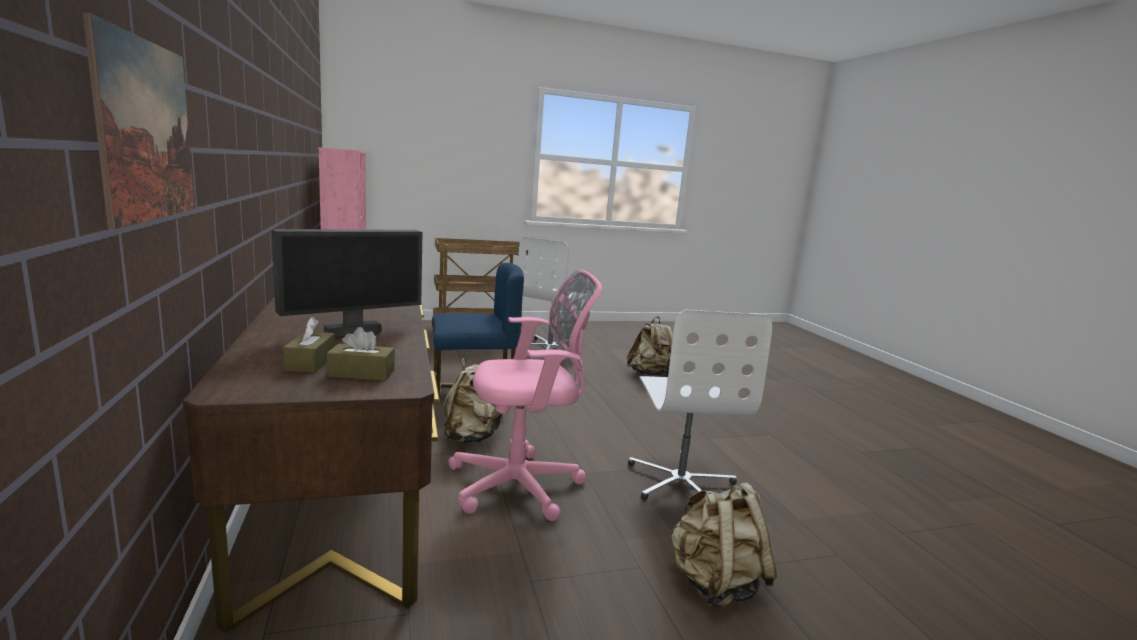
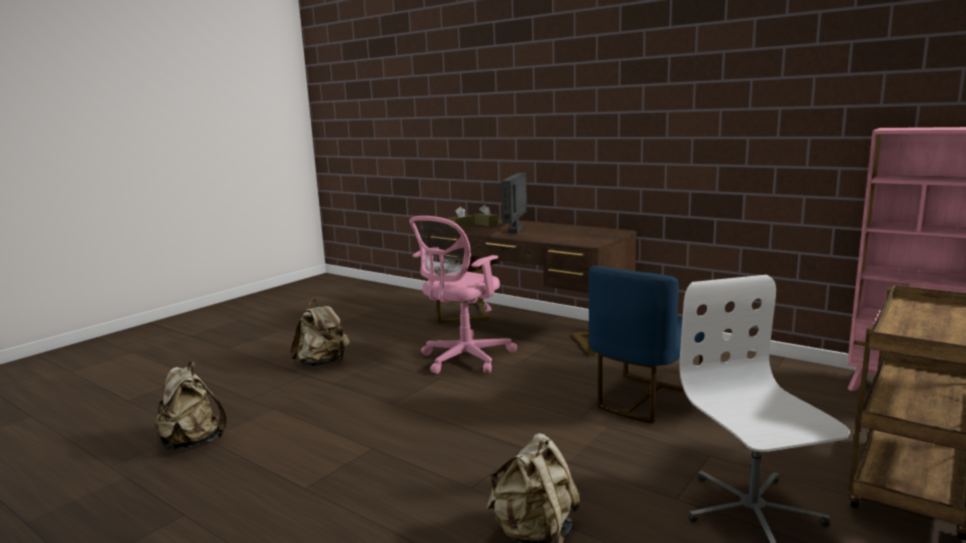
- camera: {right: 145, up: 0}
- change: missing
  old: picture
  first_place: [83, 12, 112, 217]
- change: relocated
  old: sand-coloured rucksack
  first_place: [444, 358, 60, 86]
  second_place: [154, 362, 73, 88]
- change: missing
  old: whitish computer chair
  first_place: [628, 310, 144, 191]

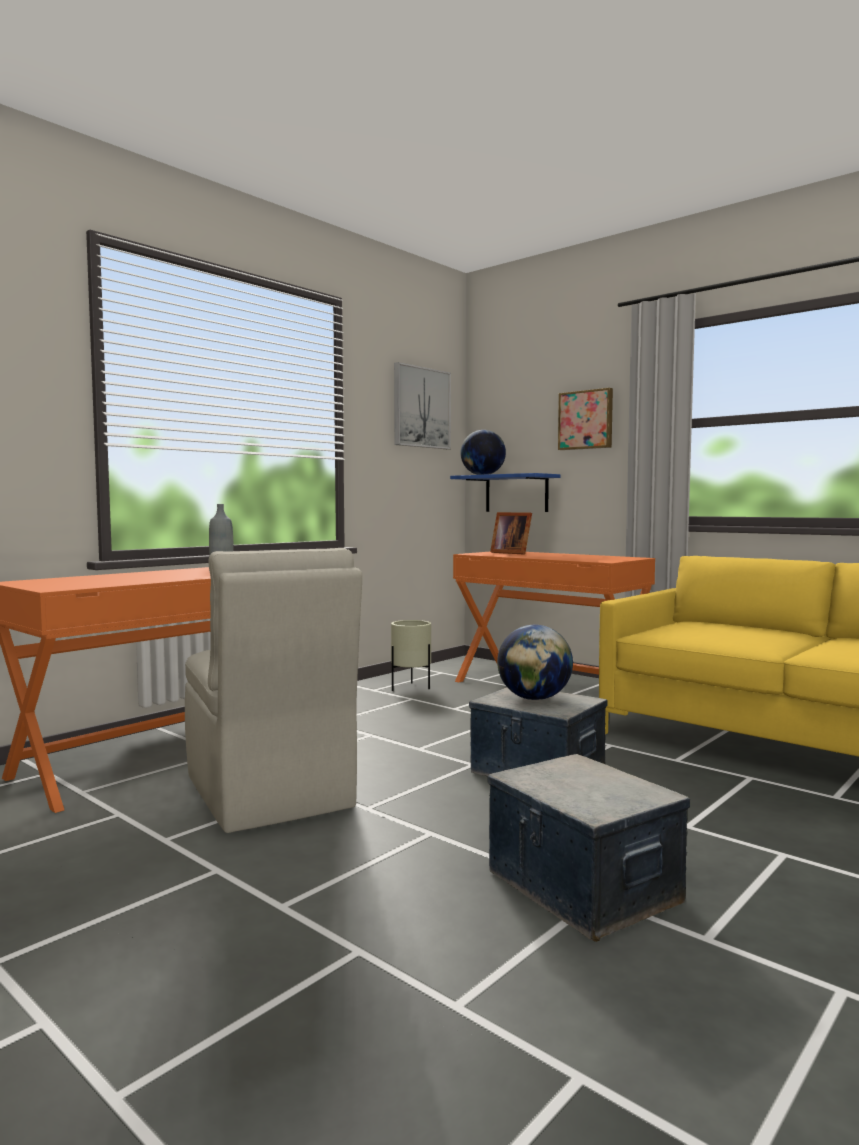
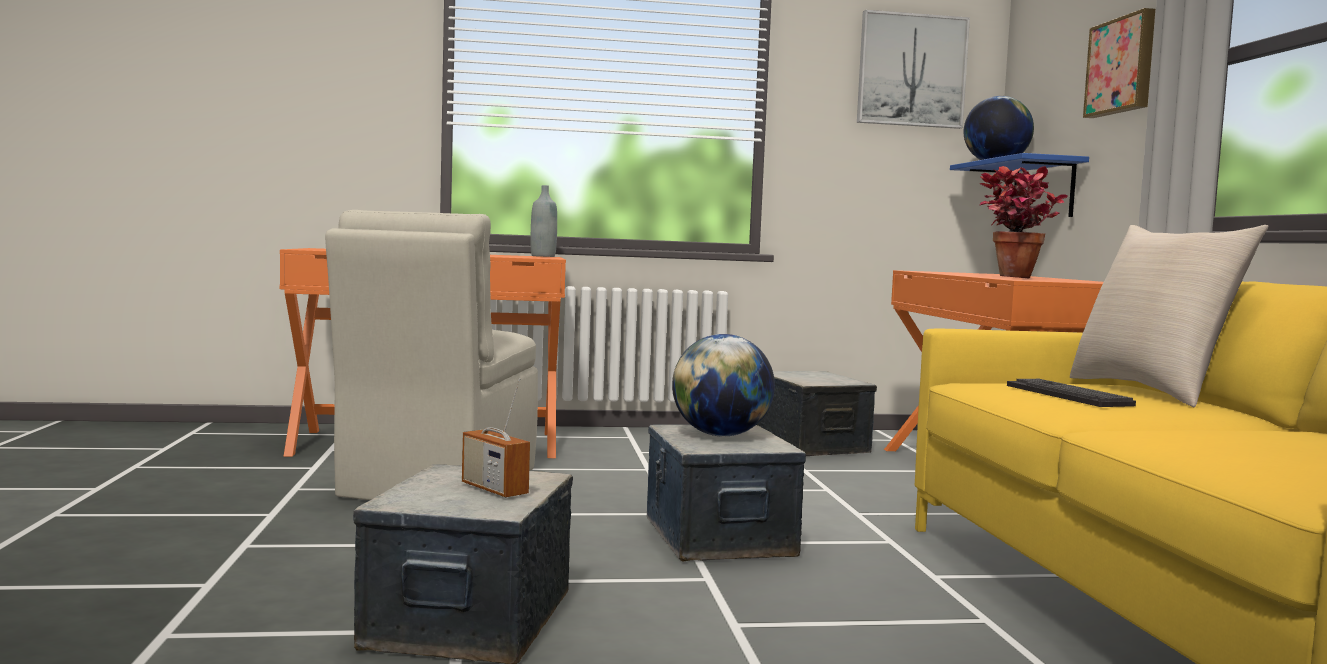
- camera: {right: 40, up: 0}
- change: exchanged
  old: sand-coloured planter
  new: storage container
  first_place: [391, 620, 40, 71]
  second_place: [757, 371, 120, 85]
- change: missing
  old: picture frame
  first_place: [490, 512, 42, 43]
- change: appeared
  new: radio set
  second_place: [462, 378, 68, 120]
- change: appeared
  new: potted plant
  second_place: [979, 166, 89, 113]
- change: appeared
  new: PC keyboard
  second_place: [1007, 379, 129, 28]
- change: appeared
  new: sand-coloured throw pillow
  second_place: [1070, 225, 198, 182]

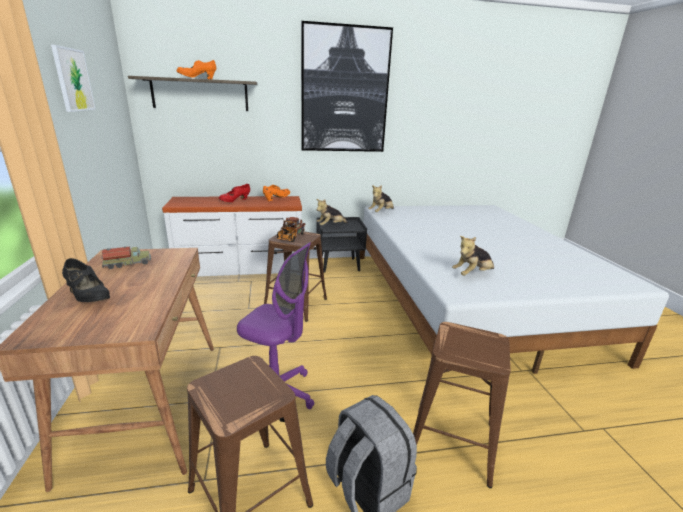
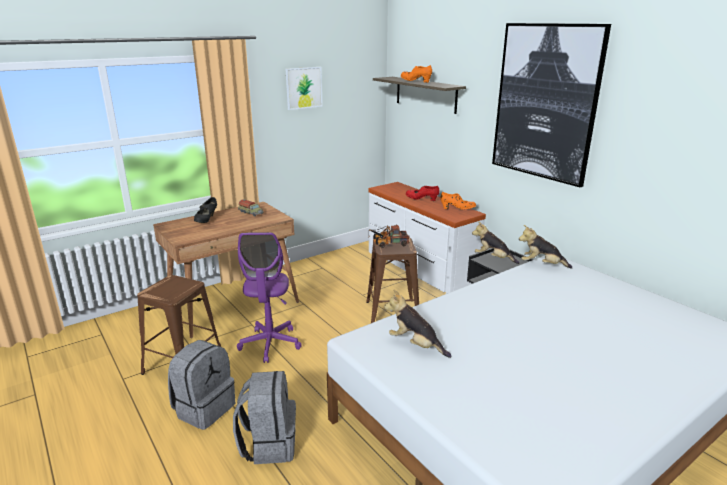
- camera: {right: 65, up: 0}
- change: exchanged
  old: brown-coloured sitting stool
  new: grey rucksack
  first_place: [413, 322, 98, 166]
  second_place: [233, 371, 63, 93]

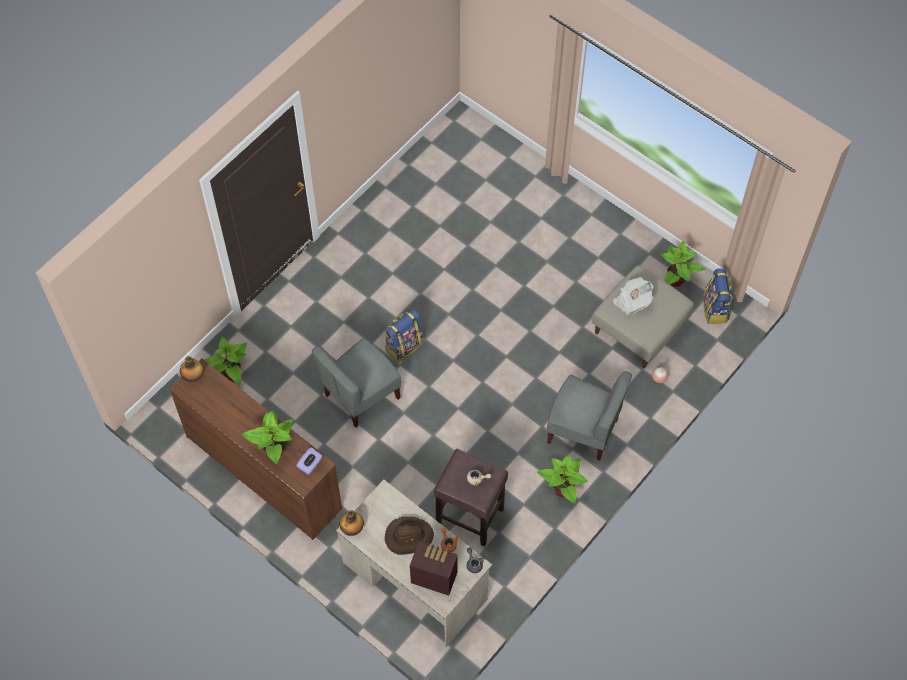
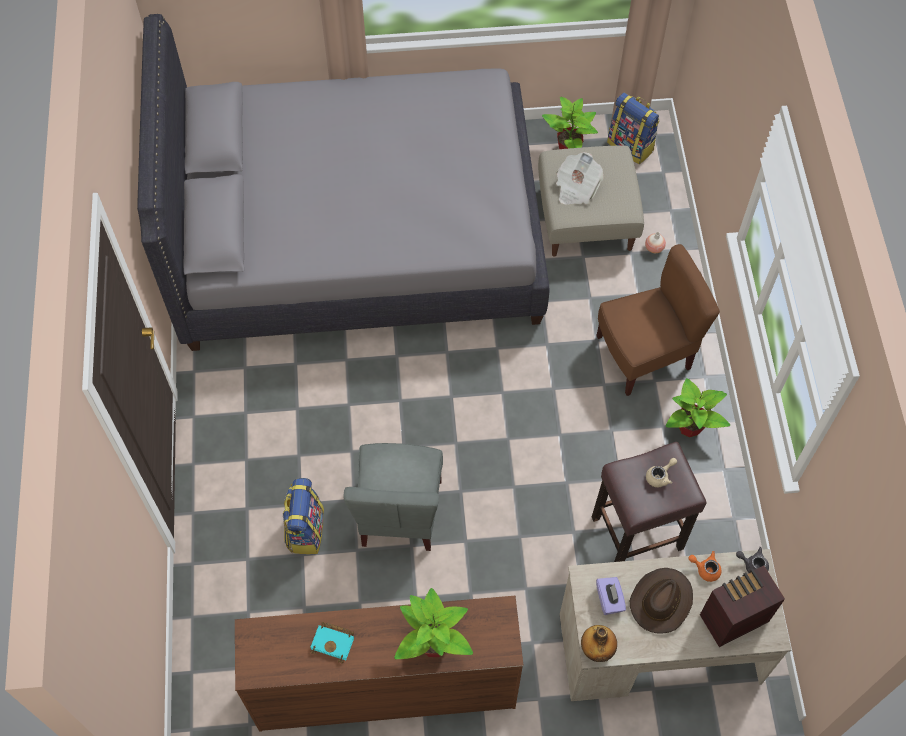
- camera: {right: -45, up: 0}
- change: missing
  old: drink bottle
  first_place: [180, 356, 24, 26]
- change: missing
  old: potted plant
  first_place: [204, 337, 43, 47]
- change: relocated
  old: purple-coloured box of tissues
  first_place: [296, 447, 27, 28]
  second_place: [596, 577, 30, 38]
- change: relocated
  old: rucksack
  first_place: [385, 310, 38, 53]
  second_place: [283, 478, 41, 76]
- change: colour
  old: grey chair
  new: brown-coloured chair
  first_place: [547, 371, 85, 90]
  second_place: [596, 244, 124, 152]
- change: appeared
  new: grey bedroom bed
  second_place: [137, 14, 413, 337]
- change: appeared
  new: blue-green book
  second_place: [310, 622, 44, 41]

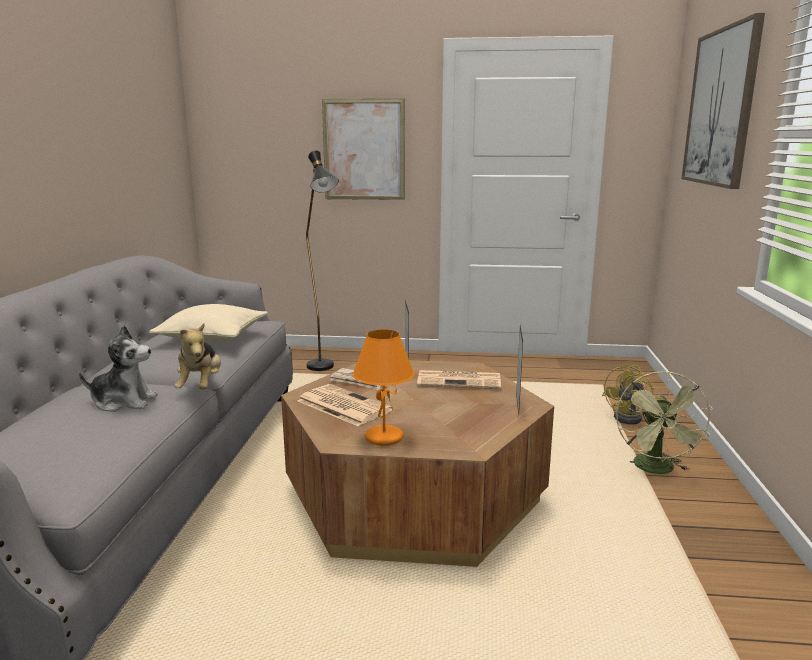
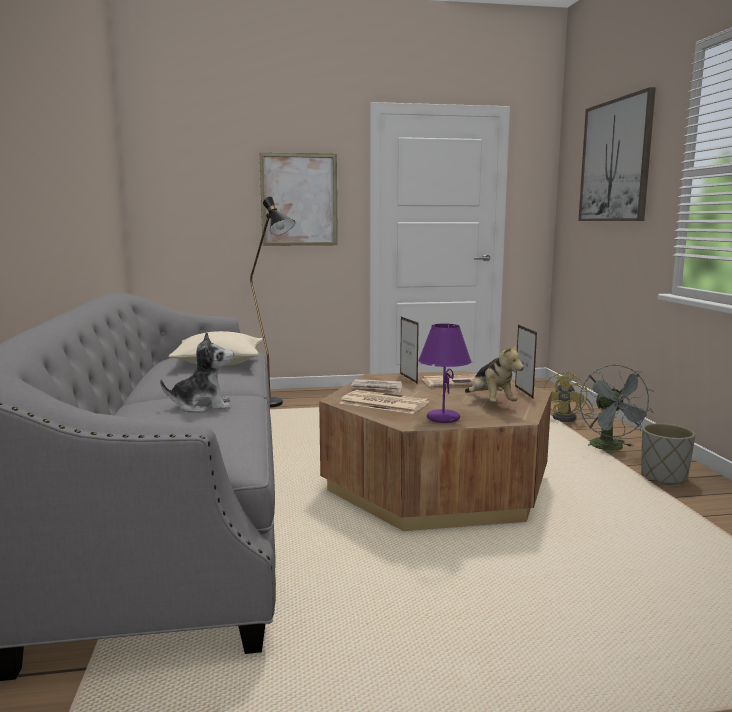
- camera: {right: -15, up: -5}
- change: relocated
  old: plush toy
  first_place: [175, 323, 46, 66]
  second_place: [465, 344, 59, 58]
- change: colour
  old: orange lamp for a table
  new: purple-coloured lamp for a table
  first_place: [352, 329, 63, 117]
  second_place: [418, 324, 54, 99]
- change: colour
  old: green-coloured cooling fan
  new: grey cooling fan
  first_place: [616, 371, 97, 103]
  second_place: [579, 364, 75, 86]
- change: appeared
  new: grey planter
  second_place: [641, 423, 54, 62]

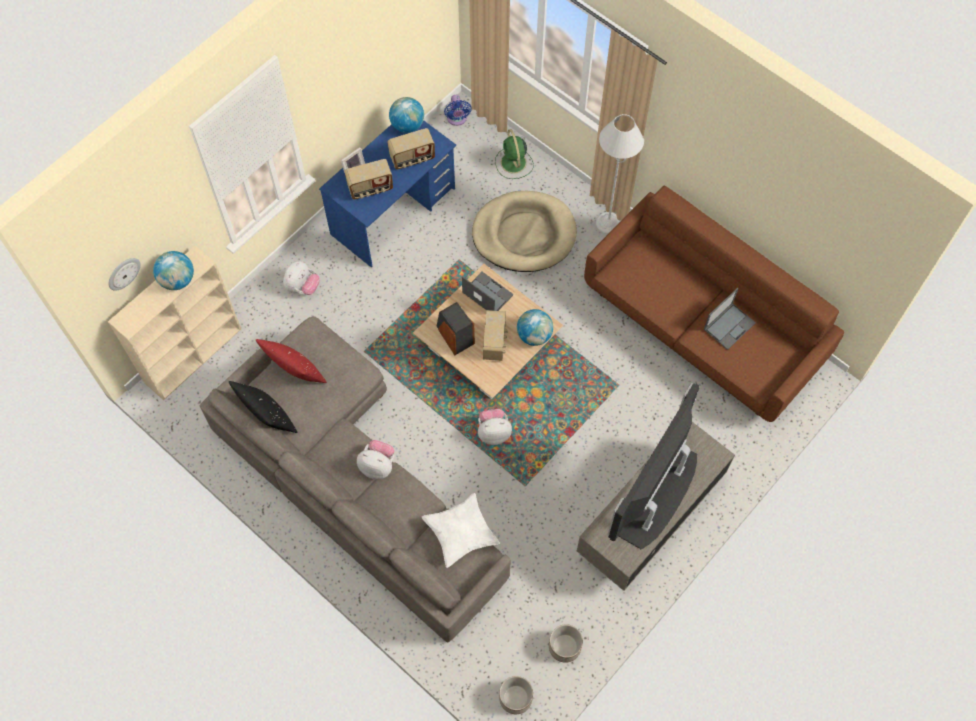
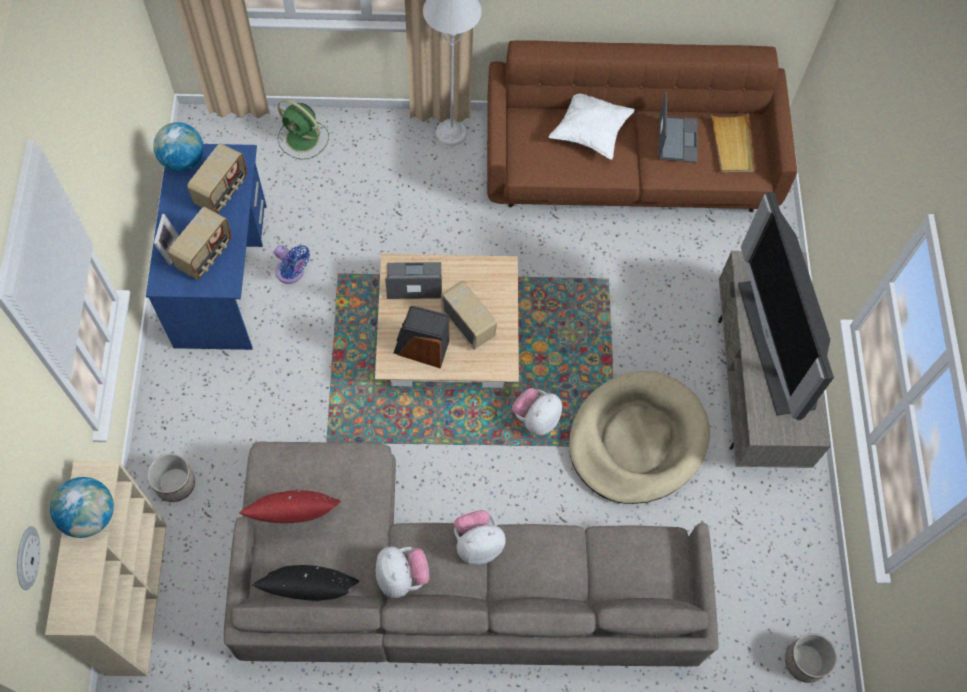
- camera: {right: -45, up: 0}
- change: relocated
  old: plush toy
  first_place: [283, 261, 37, 34]
  second_place: [376, 547, 54, 51]
- change: relocated
  old: whitish throw pillow
  first_place: [421, 493, 79, 75]
  second_place: [549, 94, 86, 66]
- change: relocated
  old: blue-coloured cooling fan
  first_place: [444, 95, 28, 31]
  second_place: [274, 245, 36, 39]
- change: relocated
  old: sand-coloured pet bed
  first_place: [472, 191, 105, 81]
  second_place: [569, 371, 141, 133]
- change: missing
  old: desk globe
  first_place: [517, 309, 36, 37]
- change: relocated
  old: planter
  first_place: [549, 624, 34, 39]
  second_place: [148, 454, 47, 48]
- change: appeared
  new: sand-coloured carrying tray
  second_place: [711, 113, 44, 59]

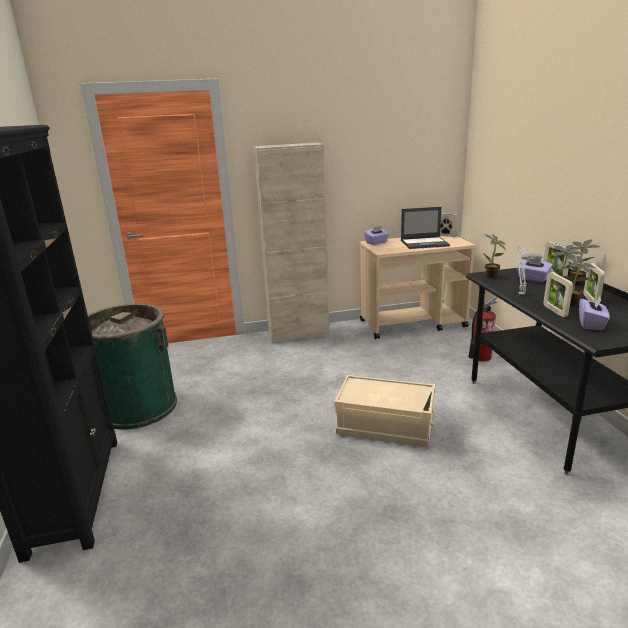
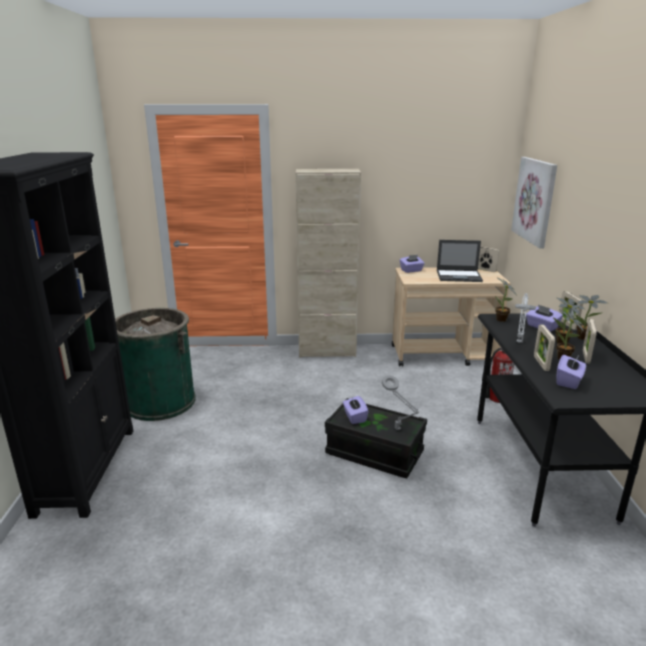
- camera: {right: 10, up: 0}
- change: colour
  old: sand-coloured storage container
  new: black storage container
  first_place: [334, 375, 101, 72]
  second_place: [325, 398, 102, 80]
- change: appeared
  new: purple-coloured box of tissues
  second_place: [343, 396, 26, 28]
- change: appeared
  new: grey lamp for a table
  second_place: [382, 376, 37, 54]
- change: appeared
  new: picture
  second_place: [511, 157, 46, 92]

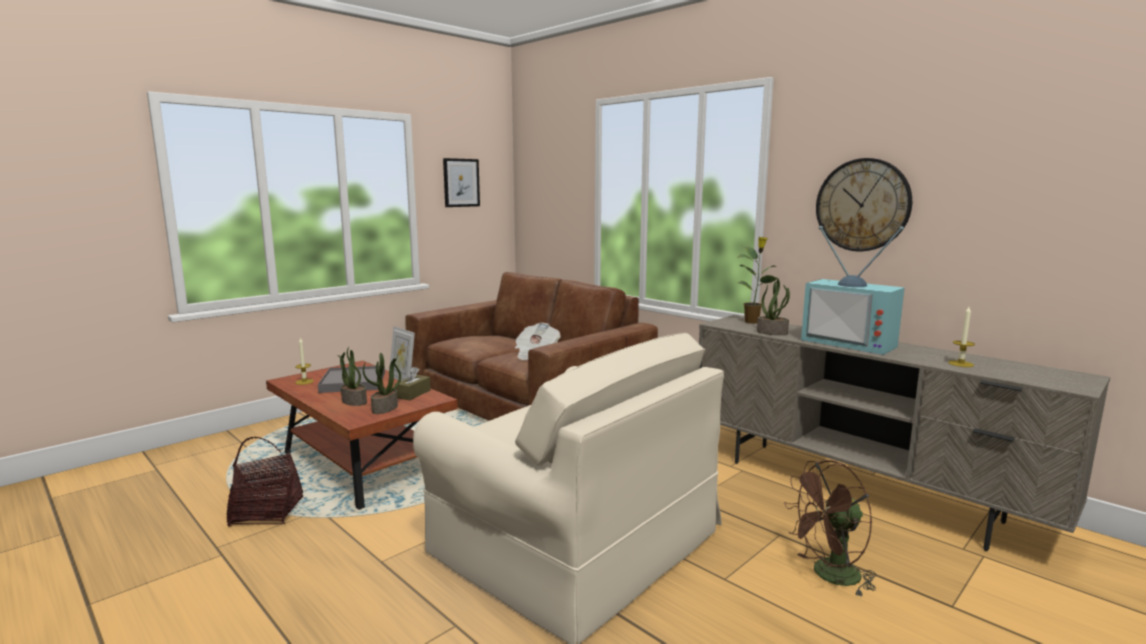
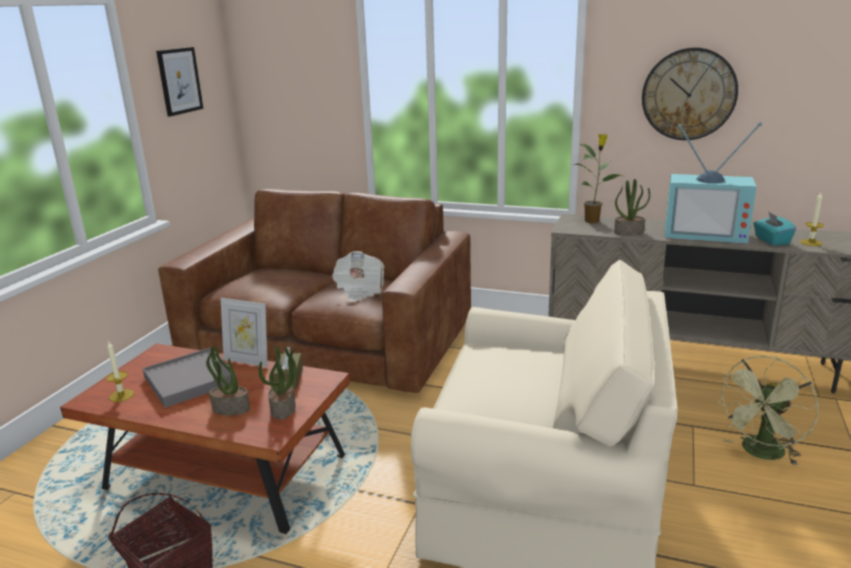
- camera: {right: -25, up: 10}
- change: colour
  old: brown-coloured cooling fan
  new: green-coloured cooling fan
  first_place: [784, 460, 92, 137]
  second_place: [716, 356, 102, 110]
- change: appeared
  new: blue-green box of tissues
  second_place: [753, 211, 43, 35]

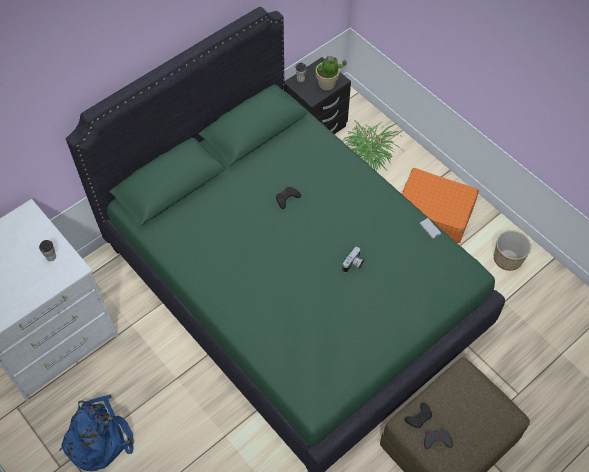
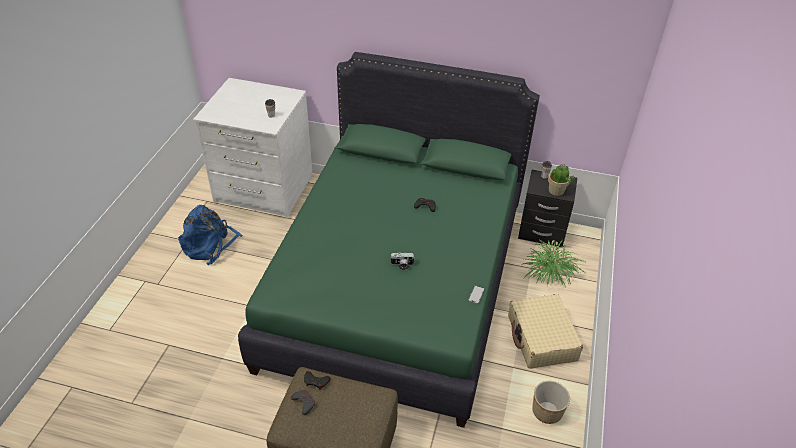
- camera: {right: 55, up: -15}
- change: colour
  old: orange travel case
  new: sand-coloured travel case
  first_place: [402, 168, 77, 75]
  second_place: [508, 294, 75, 75]

